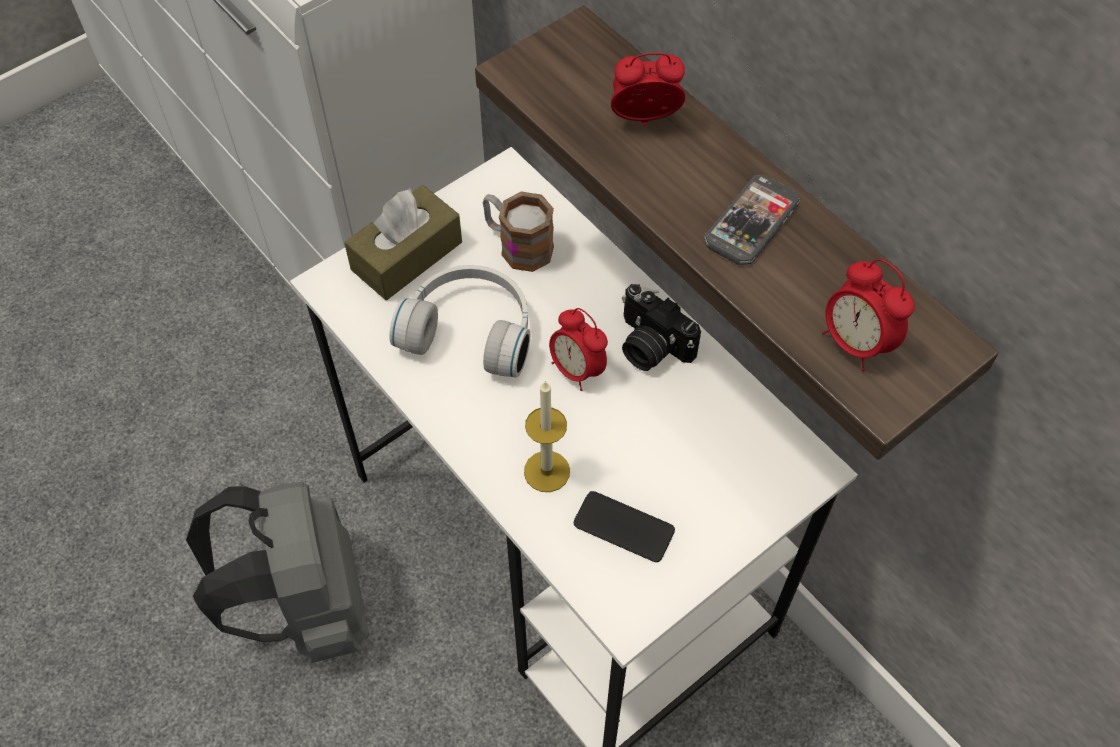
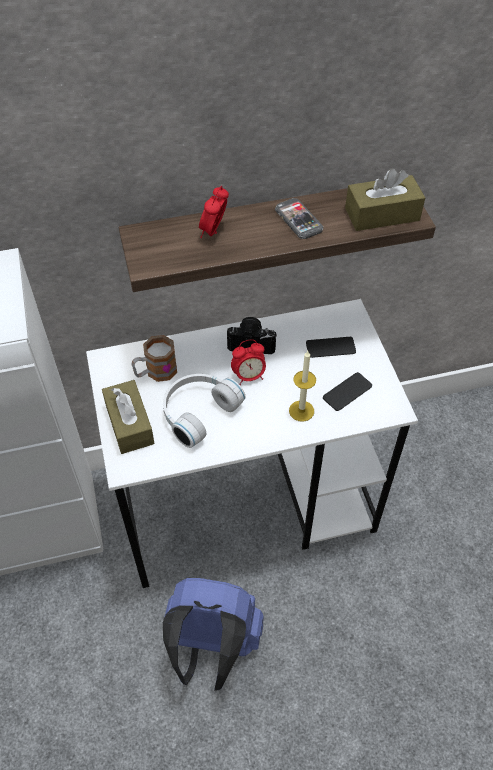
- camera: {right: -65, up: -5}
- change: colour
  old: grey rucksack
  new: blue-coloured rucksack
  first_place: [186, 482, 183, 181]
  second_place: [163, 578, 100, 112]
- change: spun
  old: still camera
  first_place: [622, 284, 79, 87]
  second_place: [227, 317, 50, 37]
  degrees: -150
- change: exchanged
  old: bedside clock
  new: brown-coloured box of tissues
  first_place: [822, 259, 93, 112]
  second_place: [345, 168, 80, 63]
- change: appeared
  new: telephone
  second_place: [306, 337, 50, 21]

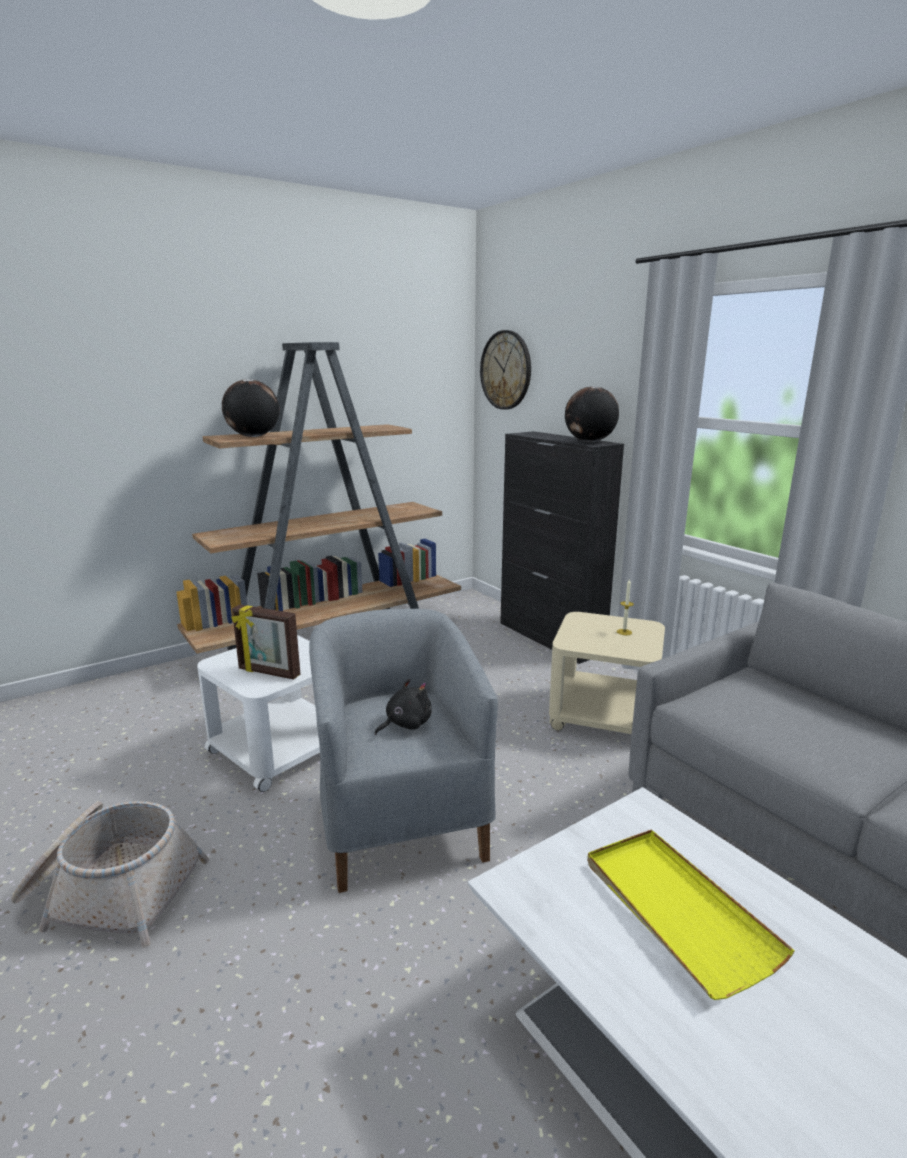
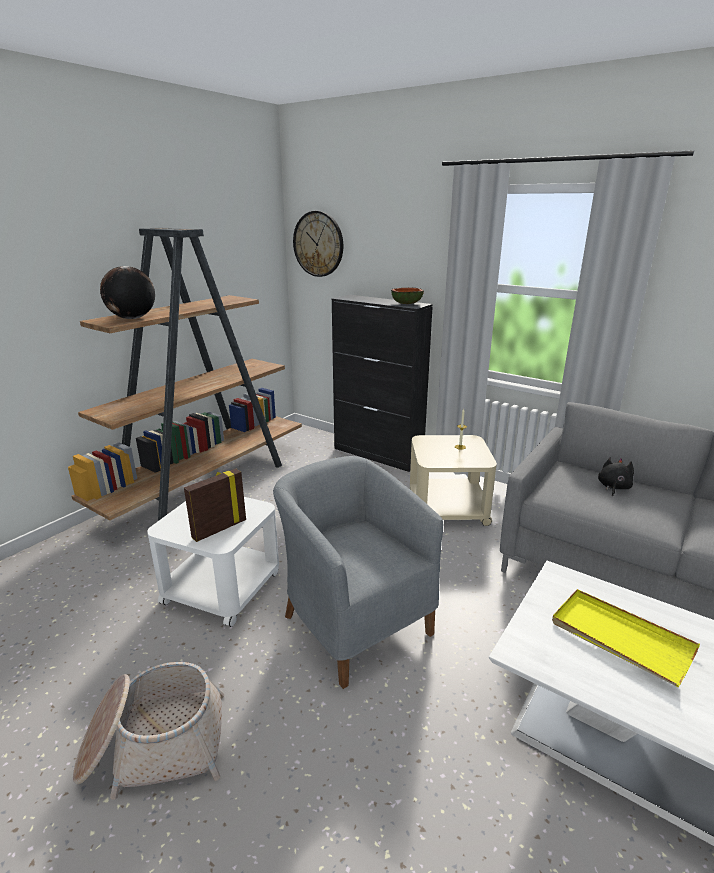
- camera: {right: -20, up: 5}
- change: spun
  old: picture frame
  first_place: [231, 604, 69, 75]
  second_place: [184, 469, 62, 73]
  degrees: 135
- change: relocated
  old: black plush toy
  first_place: [375, 679, 57, 56]
  second_place: [598, 457, 36, 40]
- change: exchanged
  old: desk globe
  new: bowl
  first_place: [565, 386, 54, 56]
  second_place: [391, 288, 33, 16]

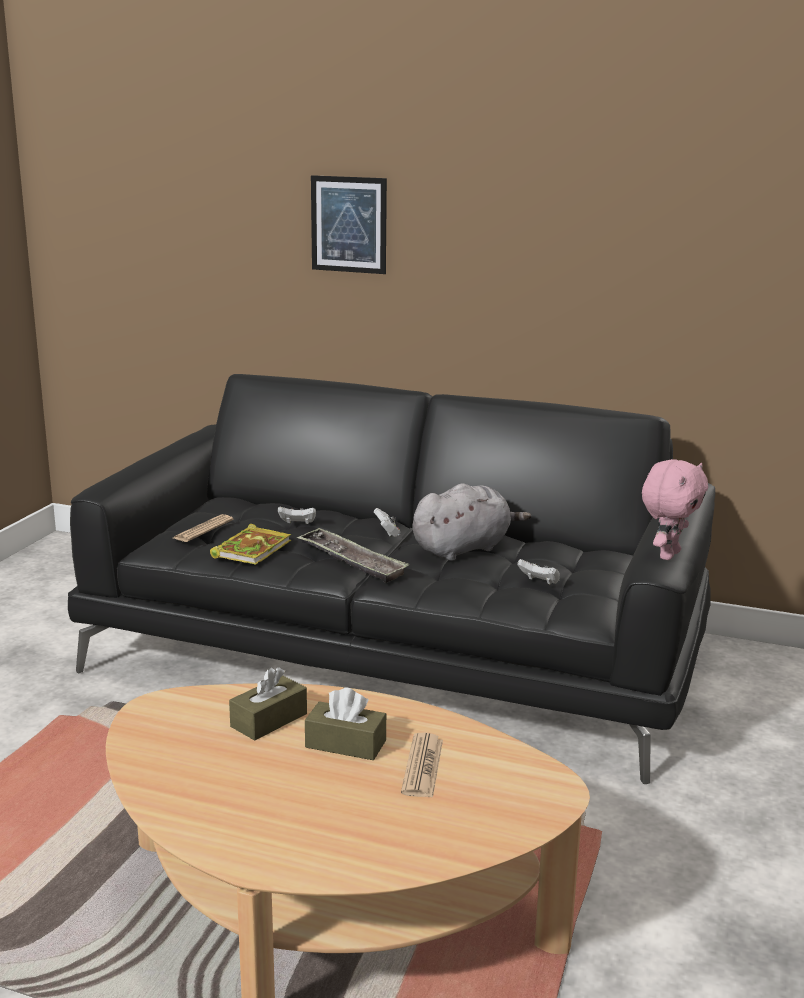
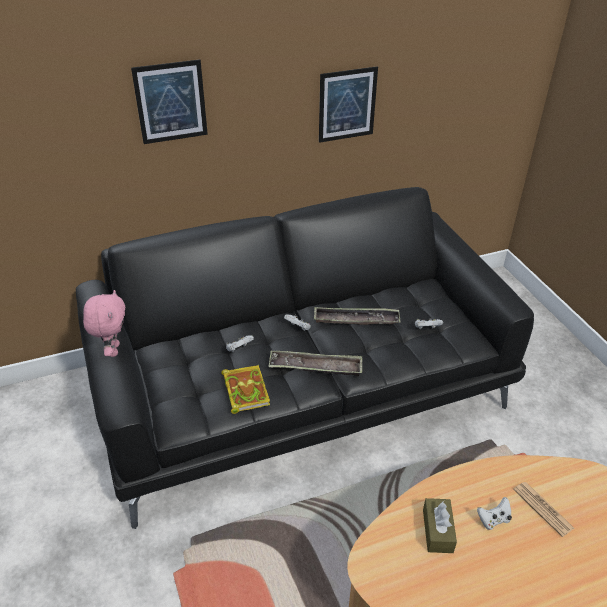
- camera: {right: -40, up: 20}
- change: missing
  old: newspaper
  first_place: [173, 514, 60, 28]
- change: exchanged
  old: brown-coloured box of tissues
  new: whitish joypad
  first_place: [305, 687, 81, 73]
  second_place: [477, 497, 35, 33]
- change: exchanged
  old: grey plush toy
  new: carrying tray
  first_place: [413, 483, 118, 78]
  second_place: [314, 307, 87, 18]
- change: relocated
  old: pinkish plush toy
  first_place: [642, 459, 66, 101]
  second_place: [83, 290, 43, 67]
- change: appeared
  new: picture
  second_place: [319, 66, 59, 77]

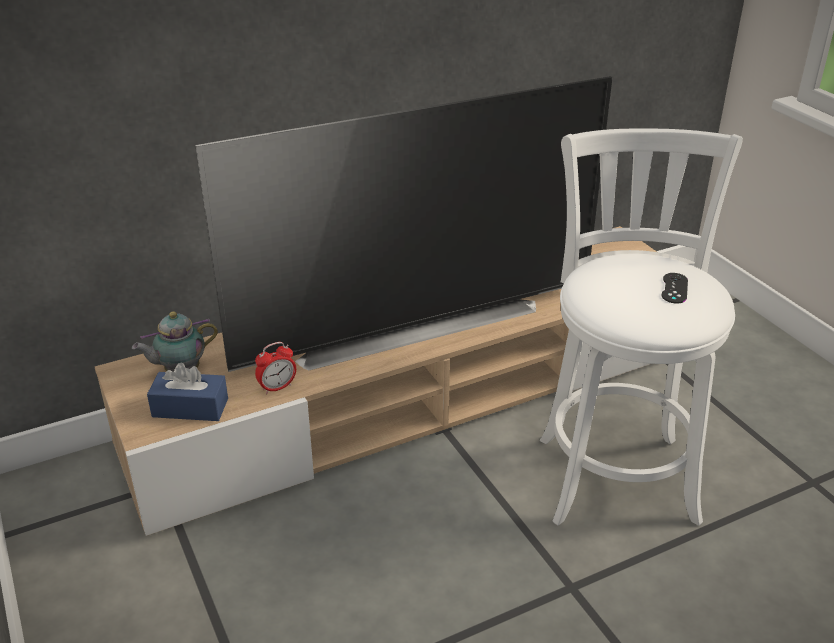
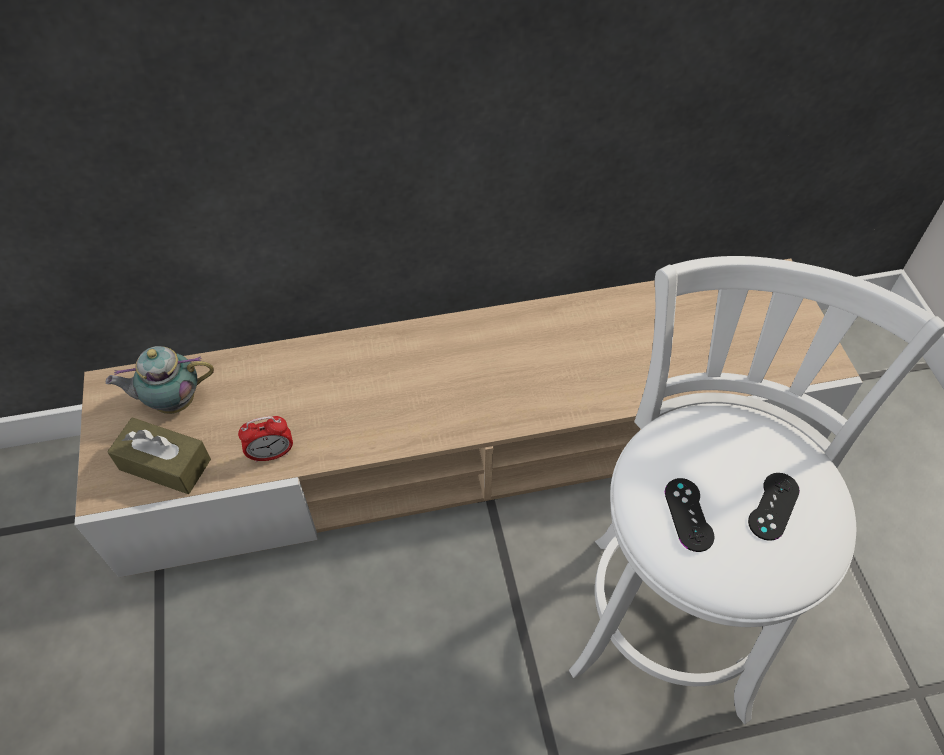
- camera: {right: 15, up: 20}
- change: colour
  old: blue-coloured box of tissues
  new: brown-coloured box of tissues
  first_place: [147, 362, 81, 59]
  second_place: [107, 417, 104, 77]
- change: missing
  old: TV
  first_place: [195, 76, 418, 296]
- change: appeared
  new: black joypad
  second_place: [665, 478, 50, 74]

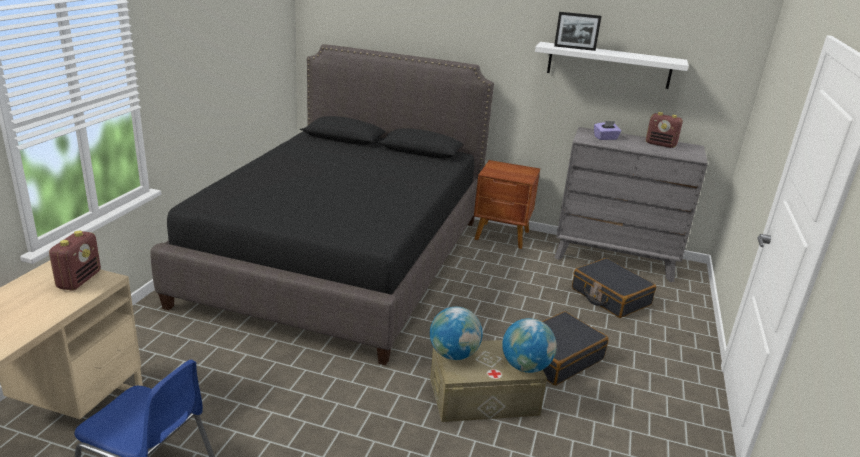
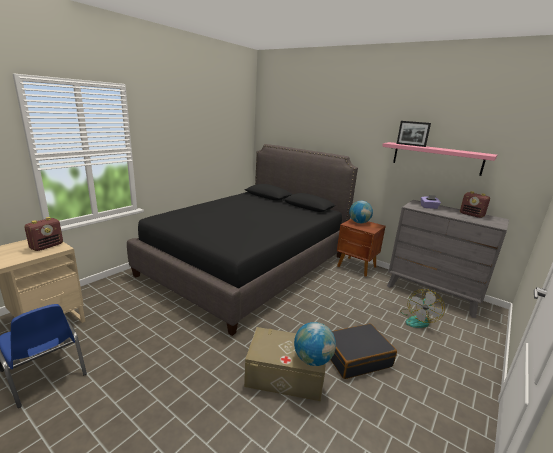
- camera: {right: 20, up: -5}
- change: relocated
  old: desk globe
  first_place: [430, 307, 53, 53]
  second_place: [349, 201, 24, 22]
- change: colour
  old: whitish wall shelf
  new: pinkish wall shelf
  first_place: [535, 42, 154, 47]
  second_place: [382, 142, 115, 34]
- change: exchanged
  old: black travel case
  new: cooling fan
  first_place: [572, 258, 84, 60]
  second_place: [400, 289, 45, 39]

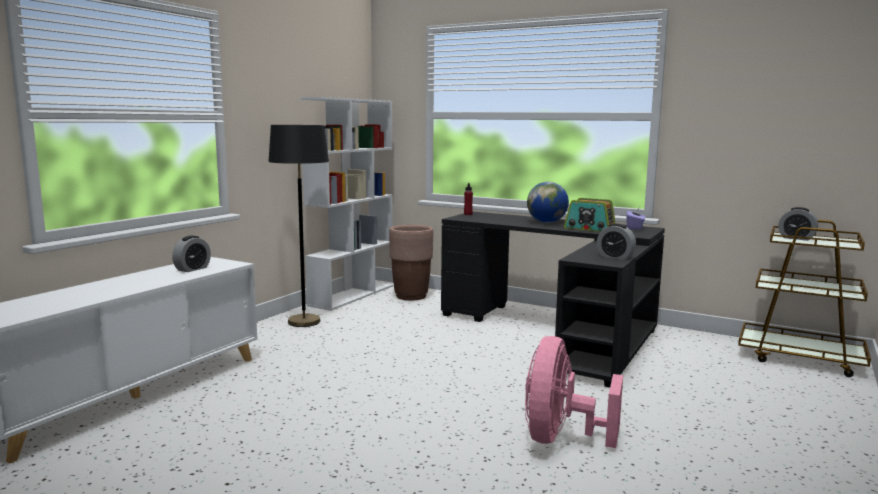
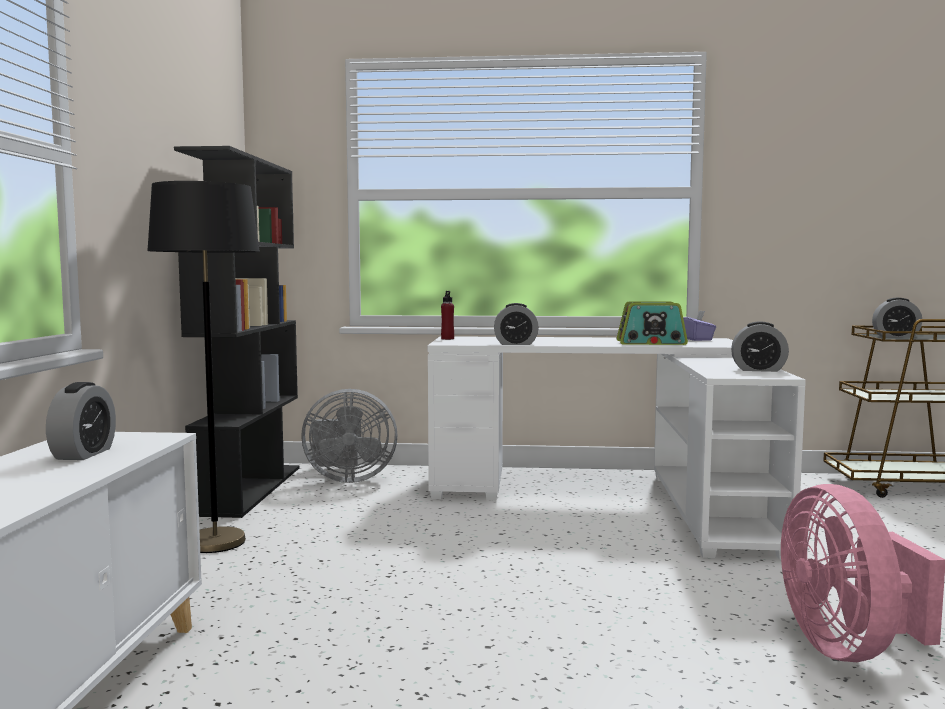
- camera: {right: -25, up: -5}
- change: colour
  old: whitish bookcase
  new: black bookcase
  first_place: [300, 97, 93, 214]
  second_place: [174, 146, 125, 372]
- change: exchanged
  old: brown-coloured planter
  new: grey cooling fan
  first_place: [389, 225, 44, 76]
  second_place: [301, 389, 97, 94]
- change: colour
  old: black desk
  new: whitish desk
  first_place: [441, 212, 224, 175]
  second_place: [428, 336, 378, 224]
- change: missing
  old: desk globe
  first_place: [527, 182, 42, 41]
- change: appeared
  new: bedside clock
  second_place: [494, 303, 45, 42]

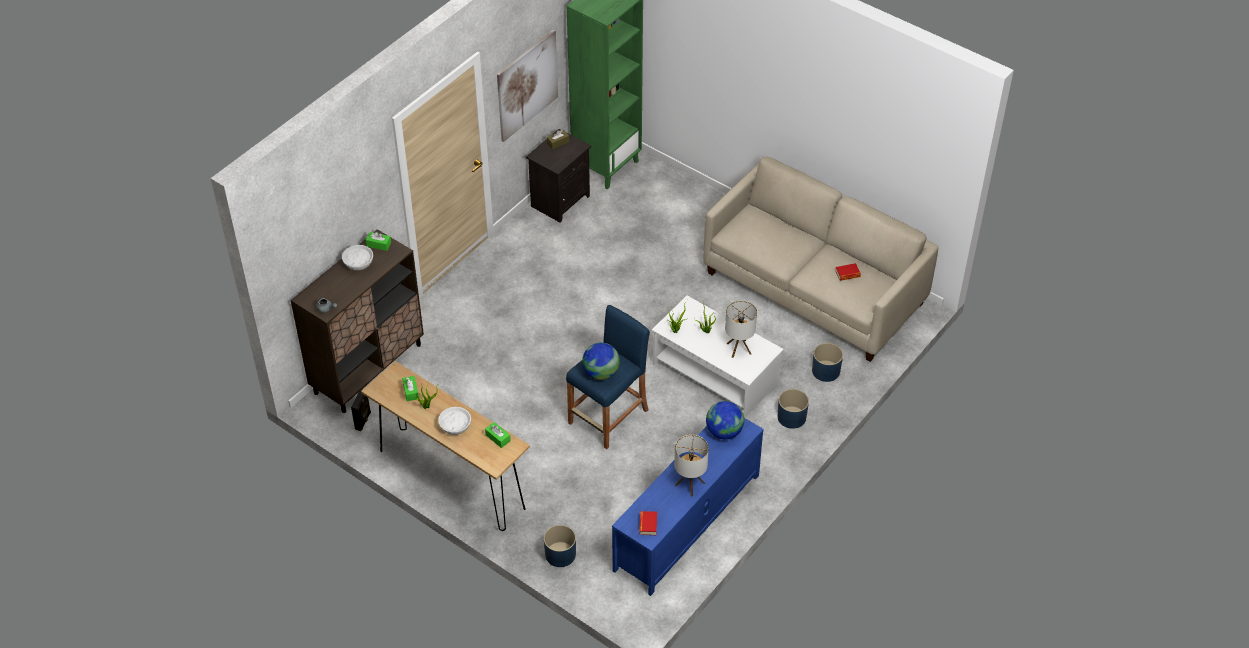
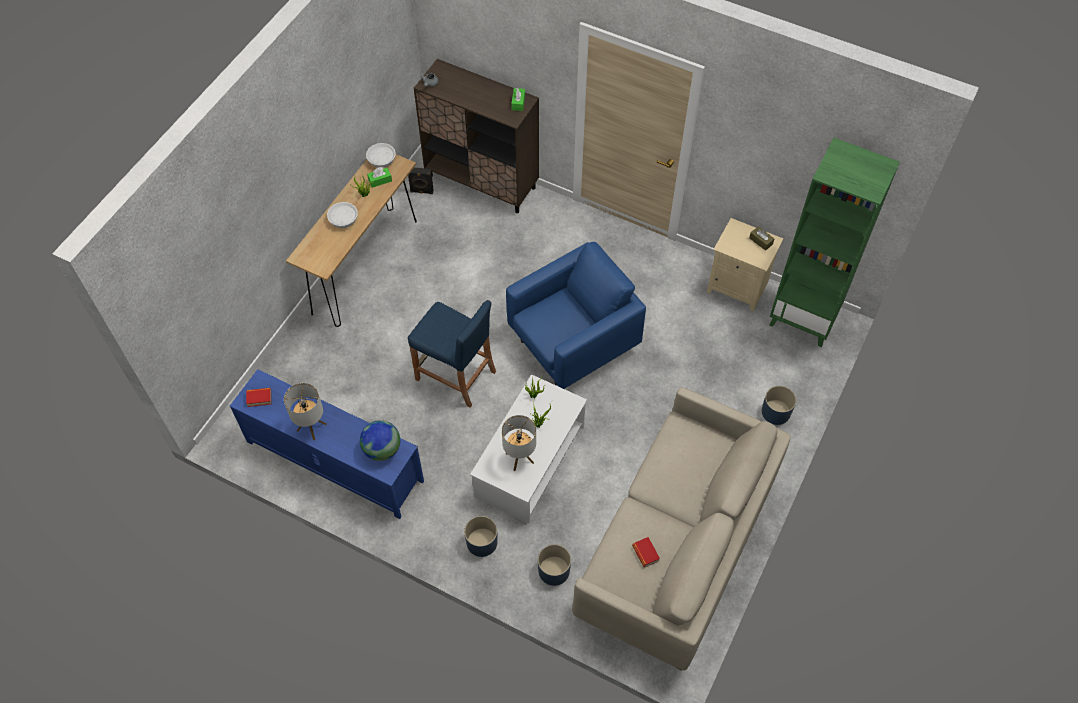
- camera: {right: 80, up: 10}
- change: relocated
  old: whitish bowl
  first_place: [342, 245, 31, 26]
  second_place: [366, 143, 30, 25]
- change: missing
  old: green-coloured box of tissues
  first_place: [485, 422, 26, 26]
- change: missing
  old: picture
  first_place: [497, 29, 61, 113]
- change: colour
  old: black bedside table
  new: sand-coloured bedside table
  first_place: [526, 129, 65, 93]
  second_place: [707, 218, 76, 93]
- change: relocated
  old: blue-coloured planter
  first_place: [544, 525, 32, 42]
  second_place: [762, 386, 34, 39]
- change: missing
  old: desk globe
  first_place: [582, 343, 38, 37]
- change: appeared
  new: blue-coloured easy chair
  second_place: [506, 242, 140, 147]

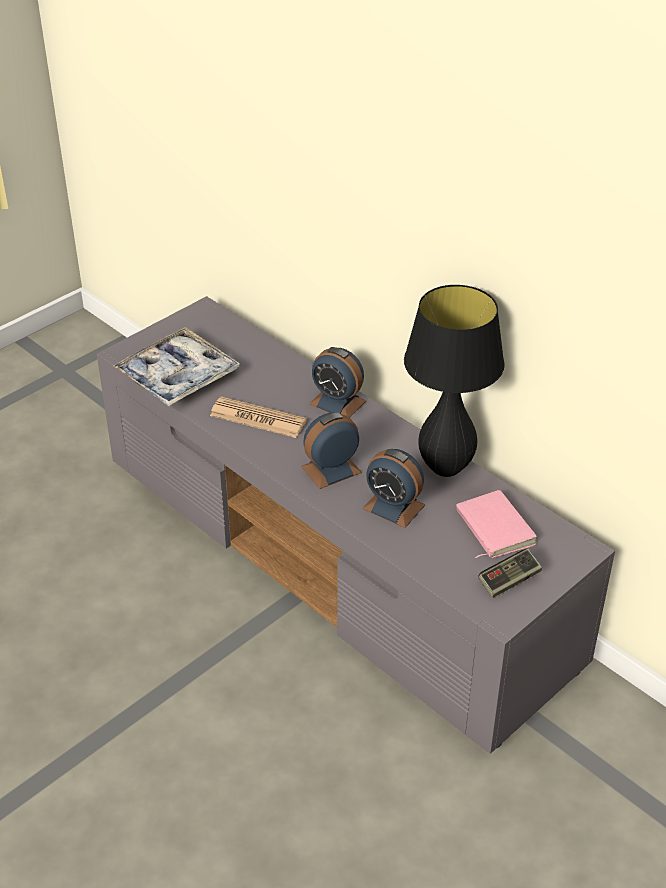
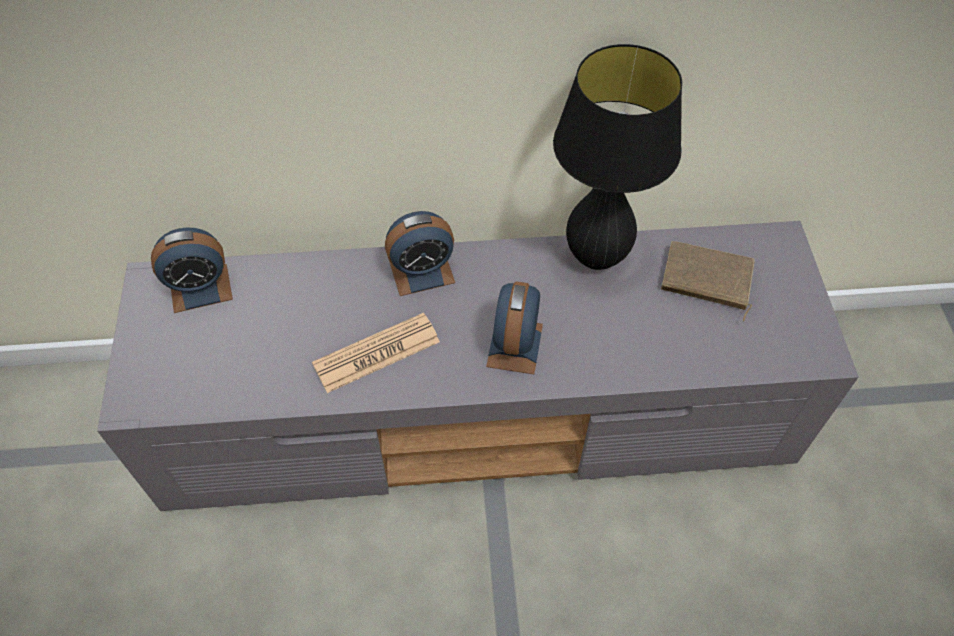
- camera: {right: -50, up: 15}
- change: missing
  old: carrying tray
  first_place: [113, 327, 127, 80]
- change: relocated
  old: bedside clock
  first_place: [362, 449, 63, 79]
  second_place: [151, 227, 82, 86]
- change: colour
  old: pinkish book
  new: brown-coloured book
  first_place: [456, 490, 81, 68]
  second_place: [661, 241, 94, 80]
- change: missing
  old: joypad
  first_place: [479, 549, 63, 49]

